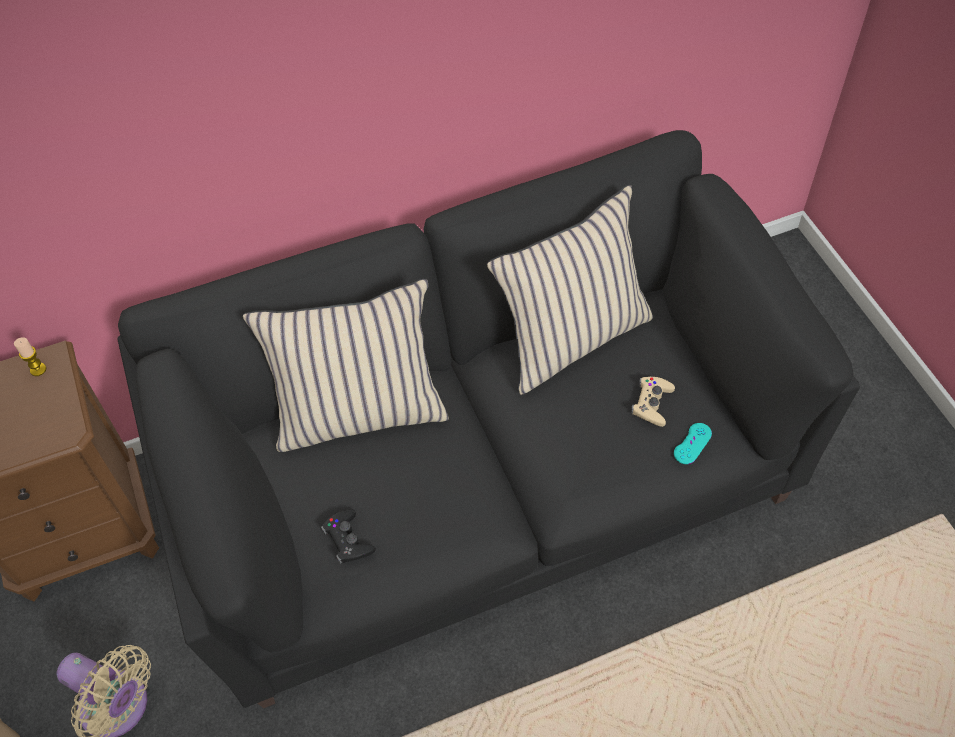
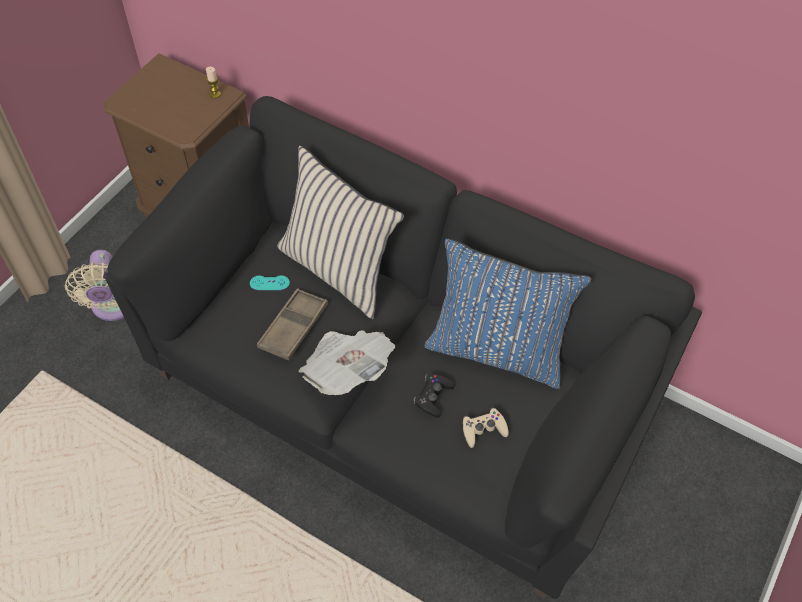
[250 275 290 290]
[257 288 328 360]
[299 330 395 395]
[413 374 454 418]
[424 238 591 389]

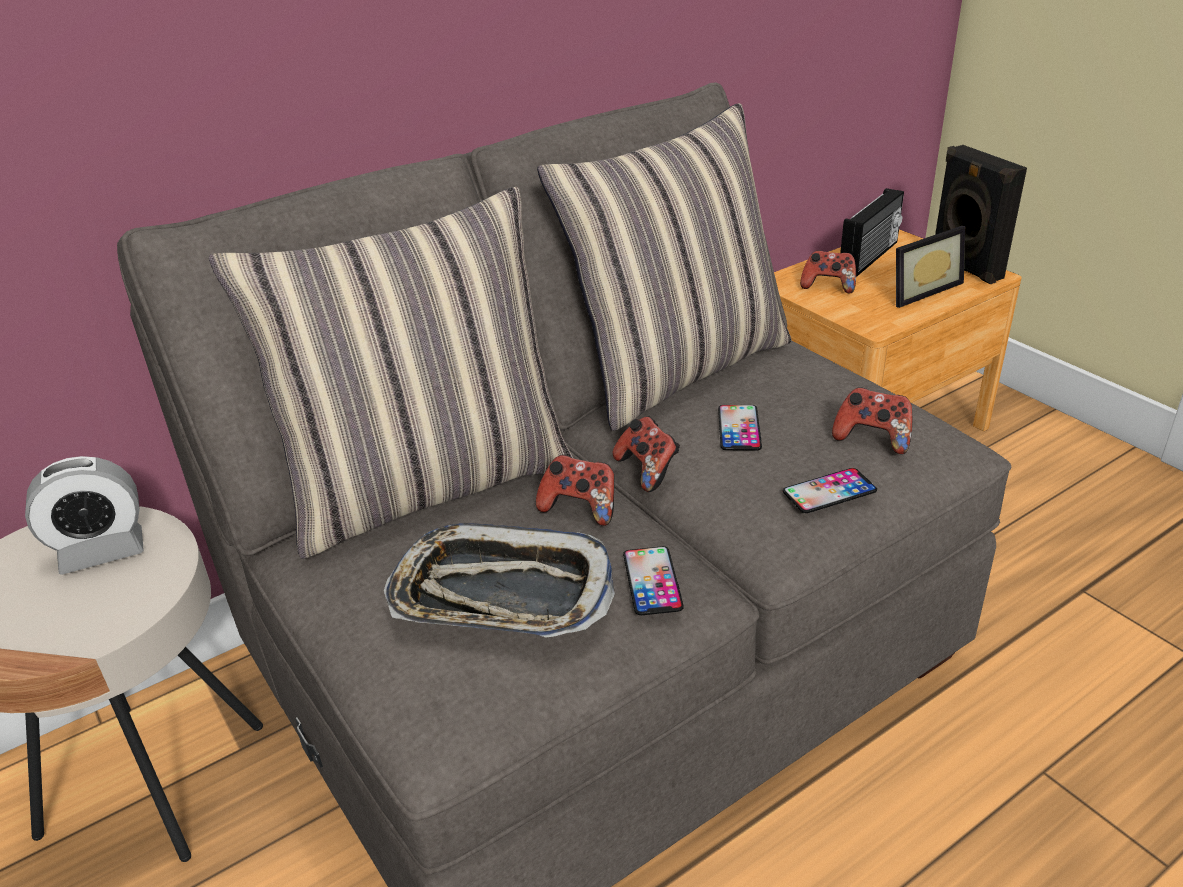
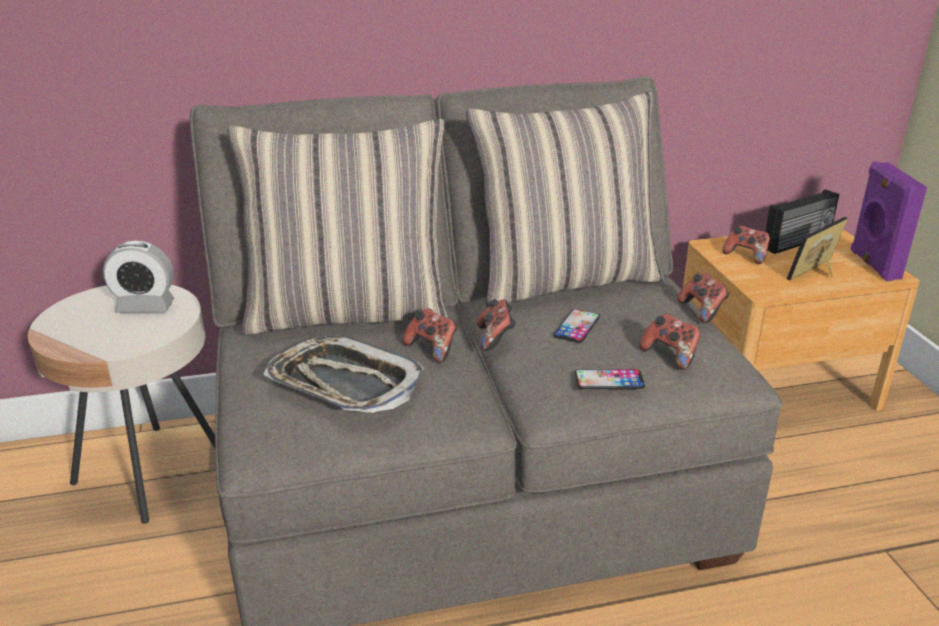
[677 273 729 323]
[787 217 848 281]
[851 161 927 281]
[623 546 684 615] (first image)

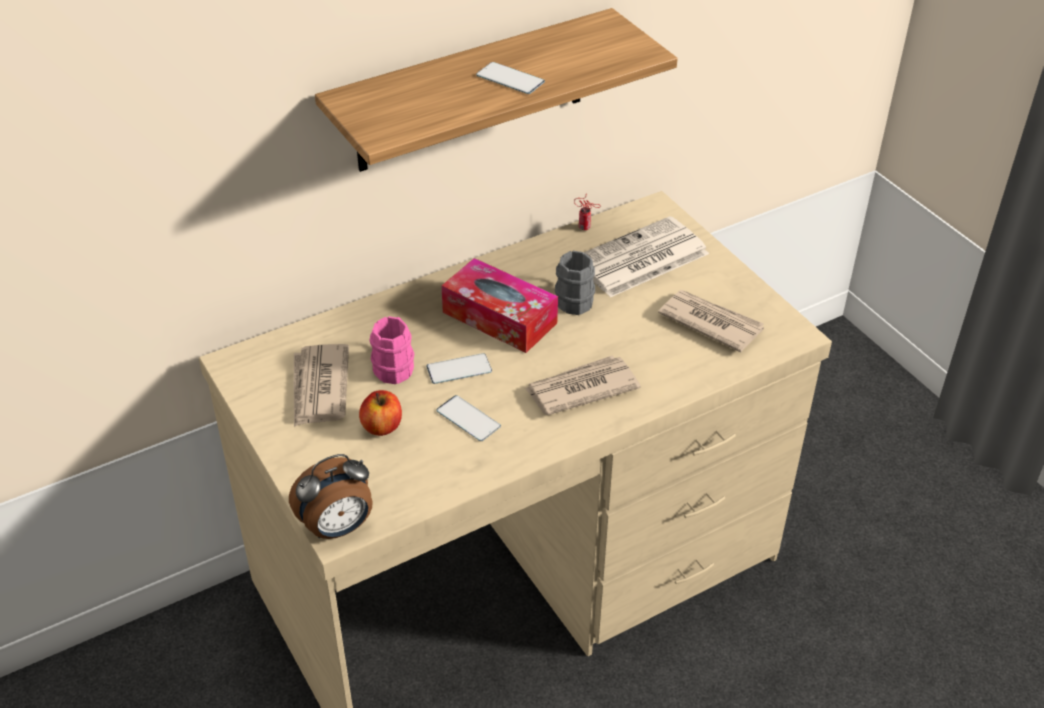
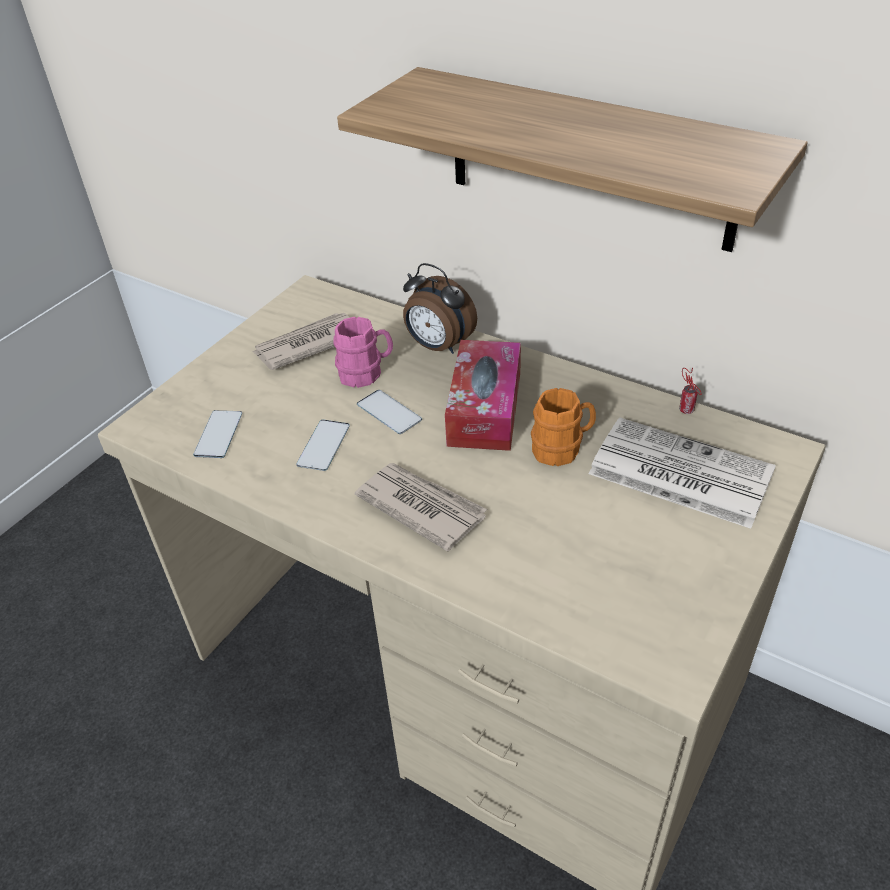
[193 410 242 458]
[403 263 477 354]
[531 388 596 466]
[359 390 402 436] (first image)
[658 290 764 352] (first image)

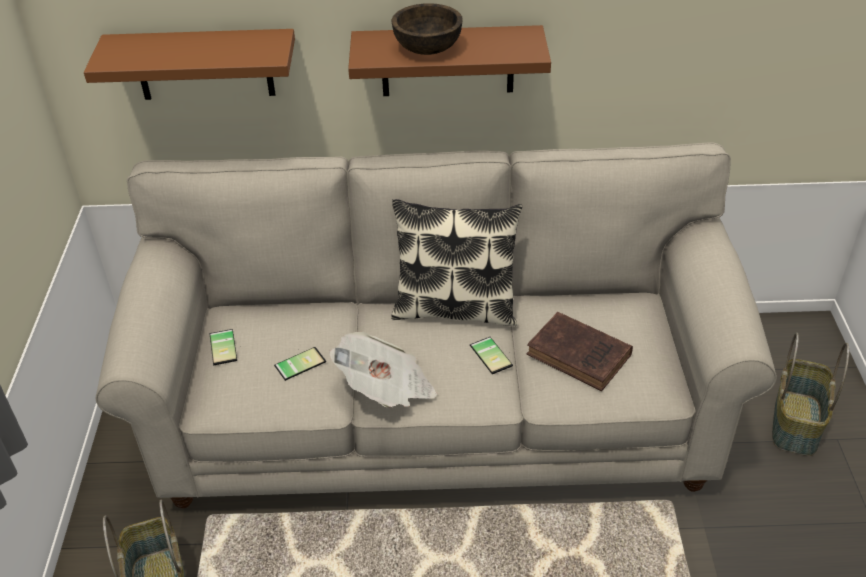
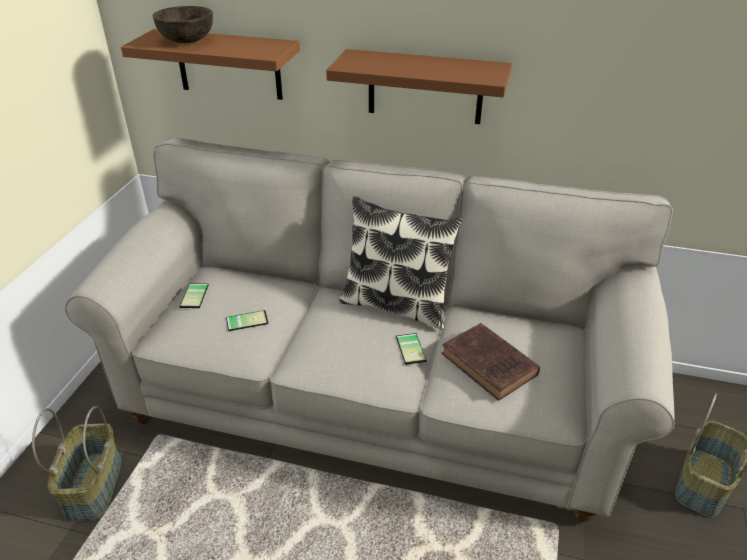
[153 6 213 43]
[329 332 437 408] (first image)

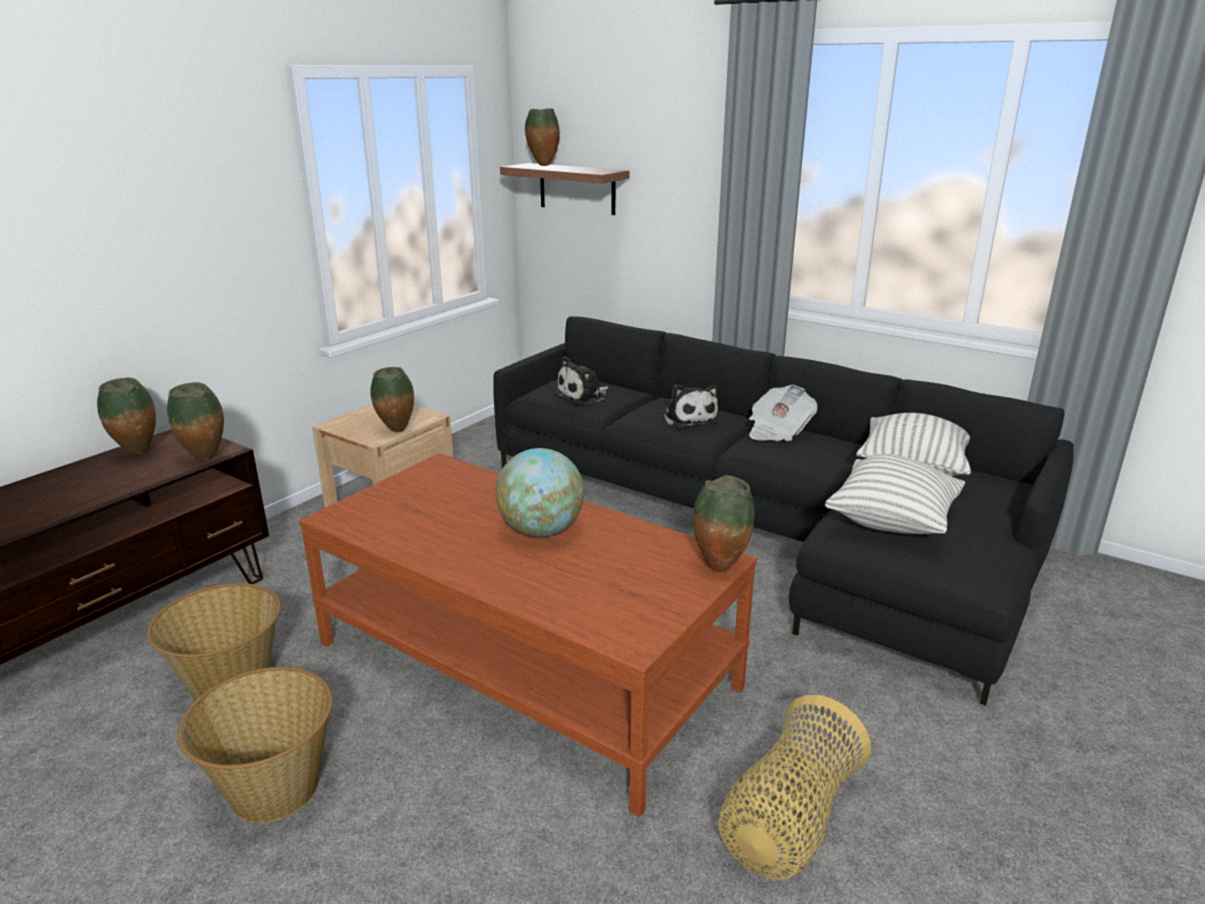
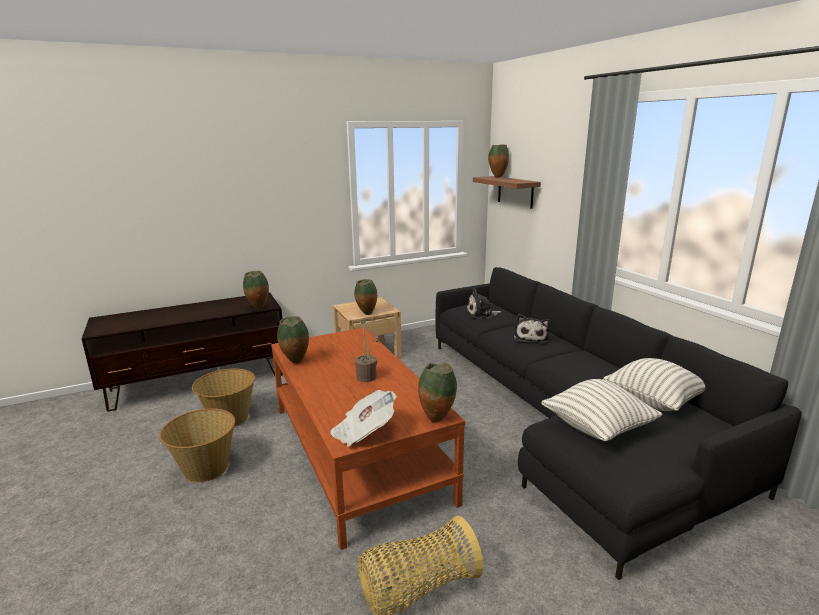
[277 316 309 364]
[330 390 397 446]
[354 321 378 382]

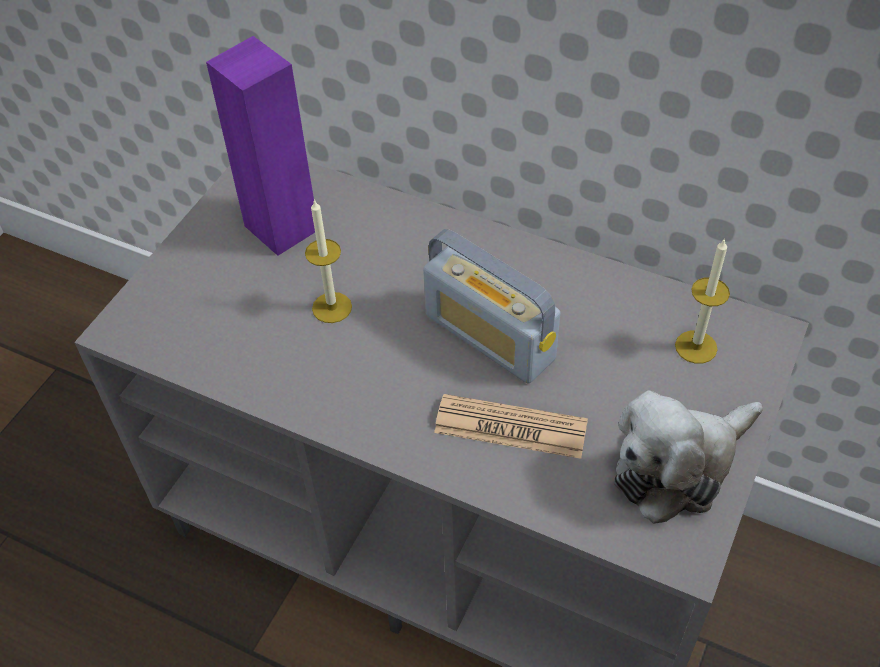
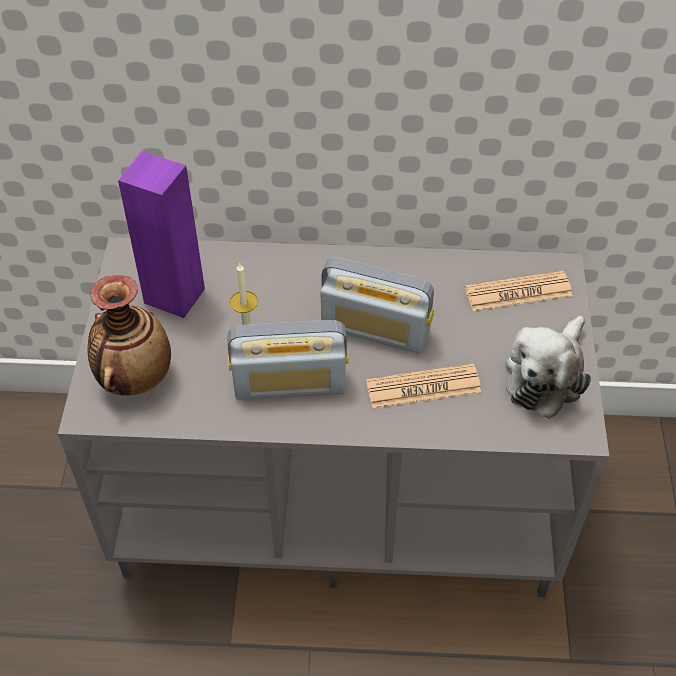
[88 275 171 396]
[228 320 349 400]
[465 271 572 311]

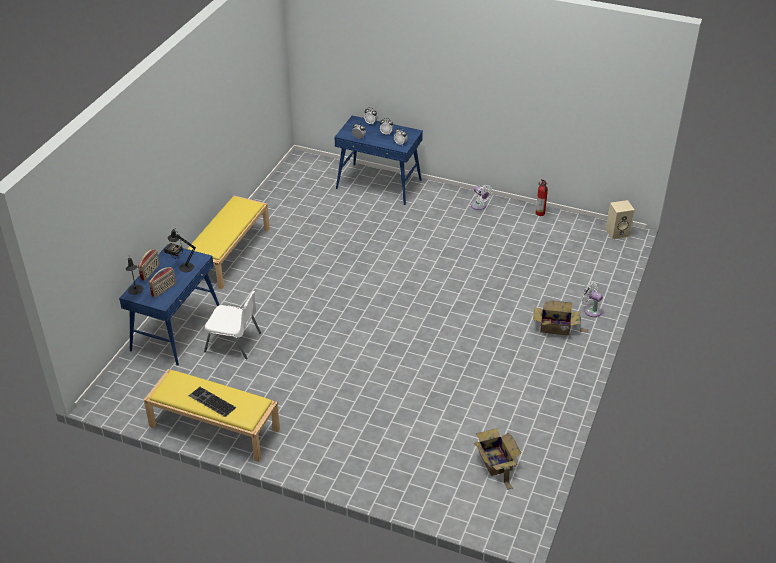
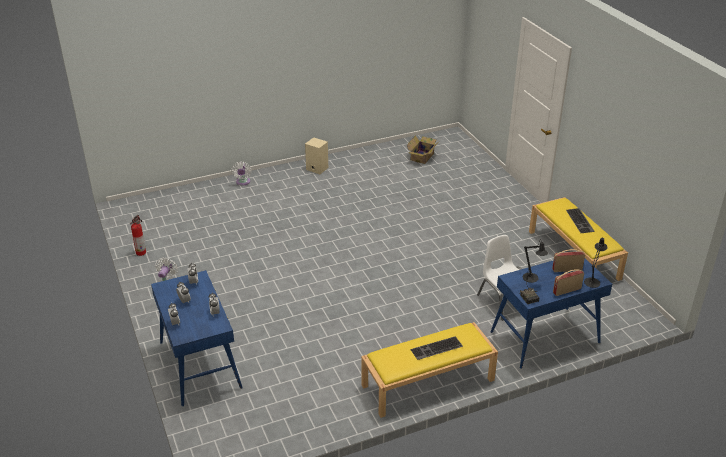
[305 137 328 174]
[410 336 463 360]
[533 300 588 336] (first image)

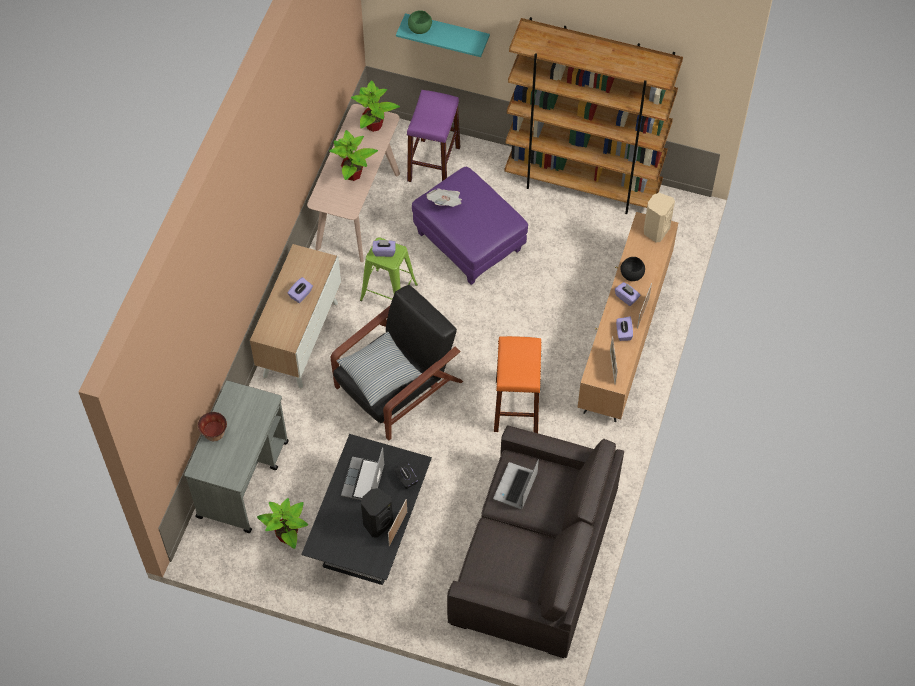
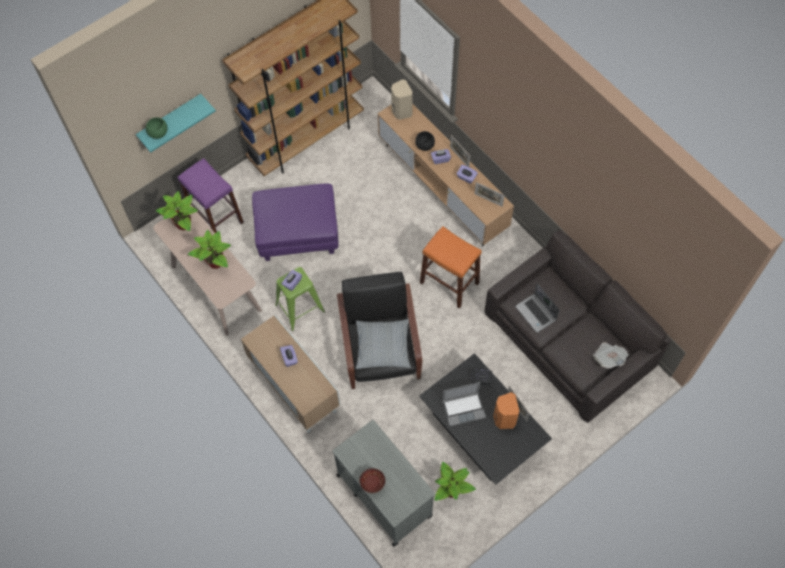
[442 382 486 426]
[493 392 520 429]
[593 342 629 368]

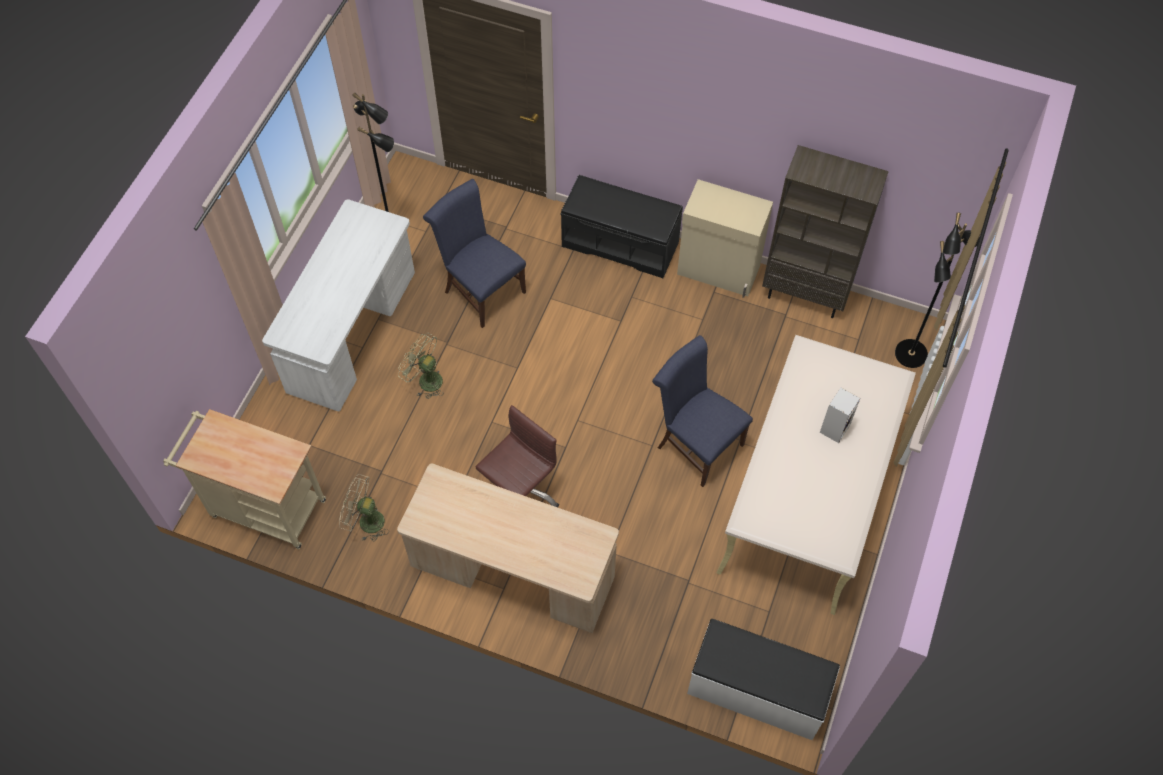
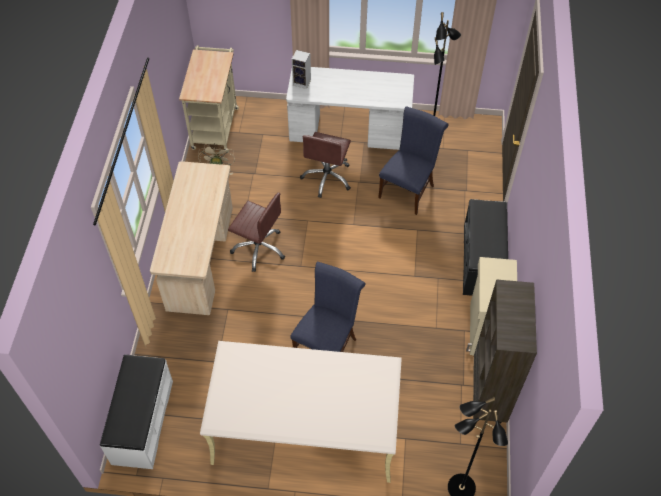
[292 50 311 89]
[300 132 351 198]

